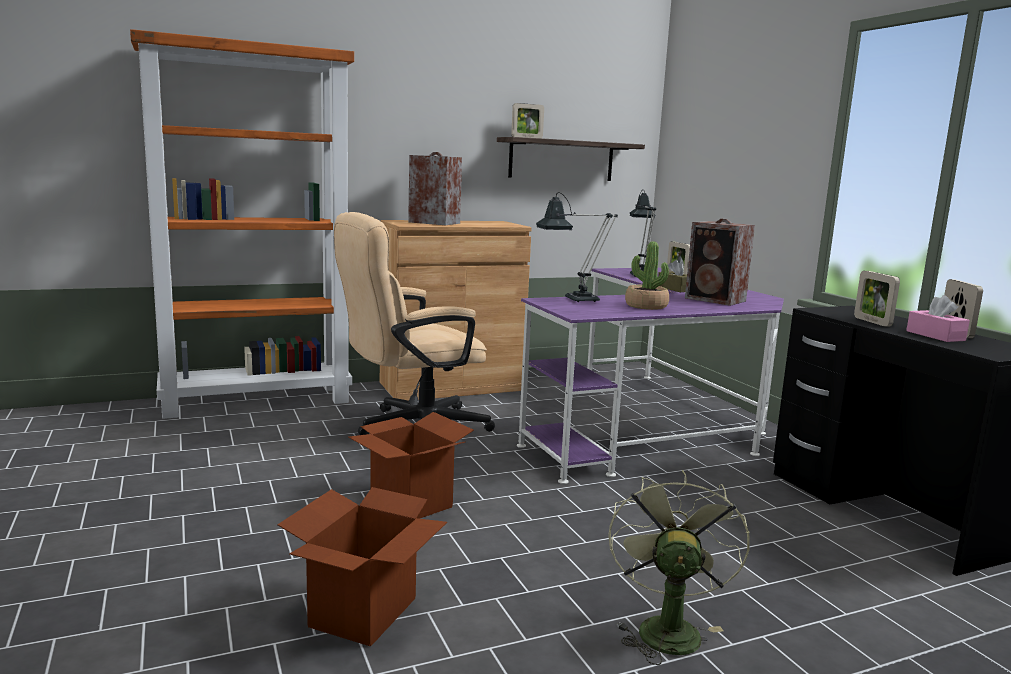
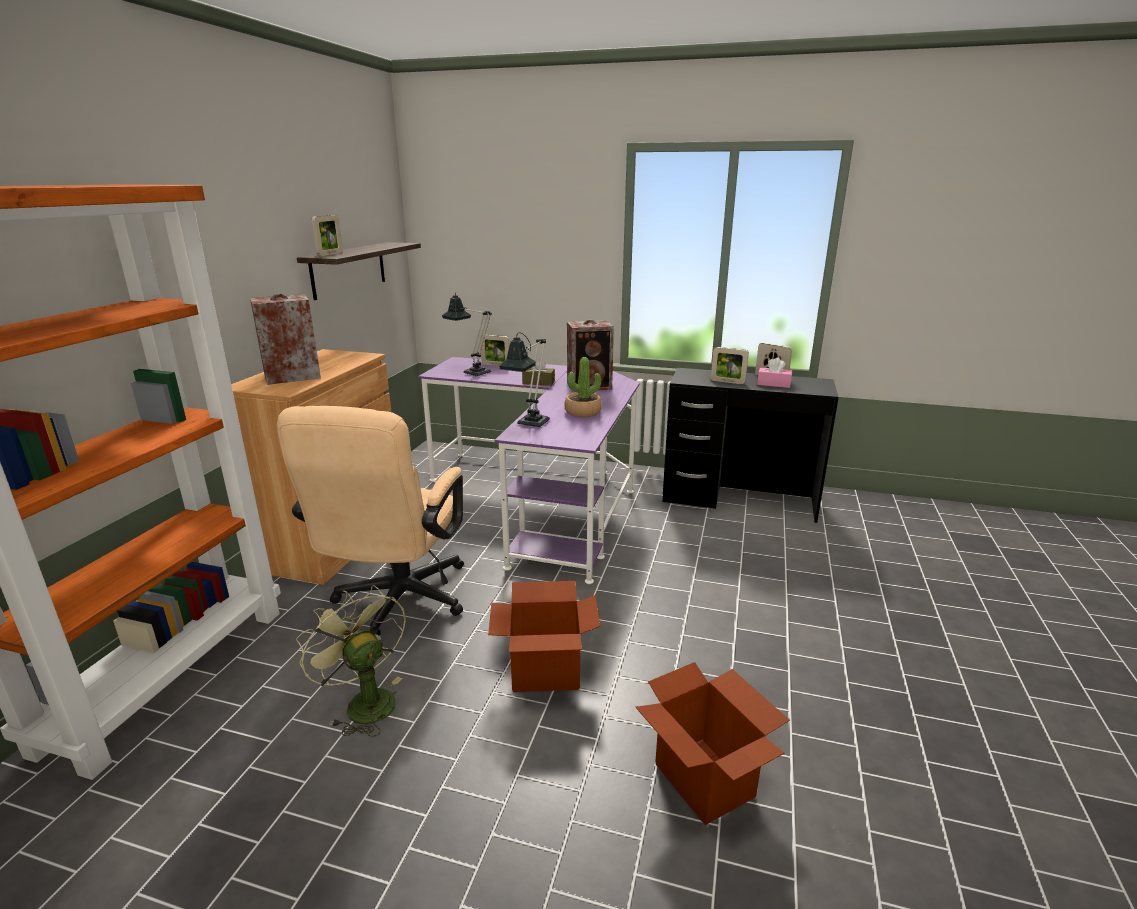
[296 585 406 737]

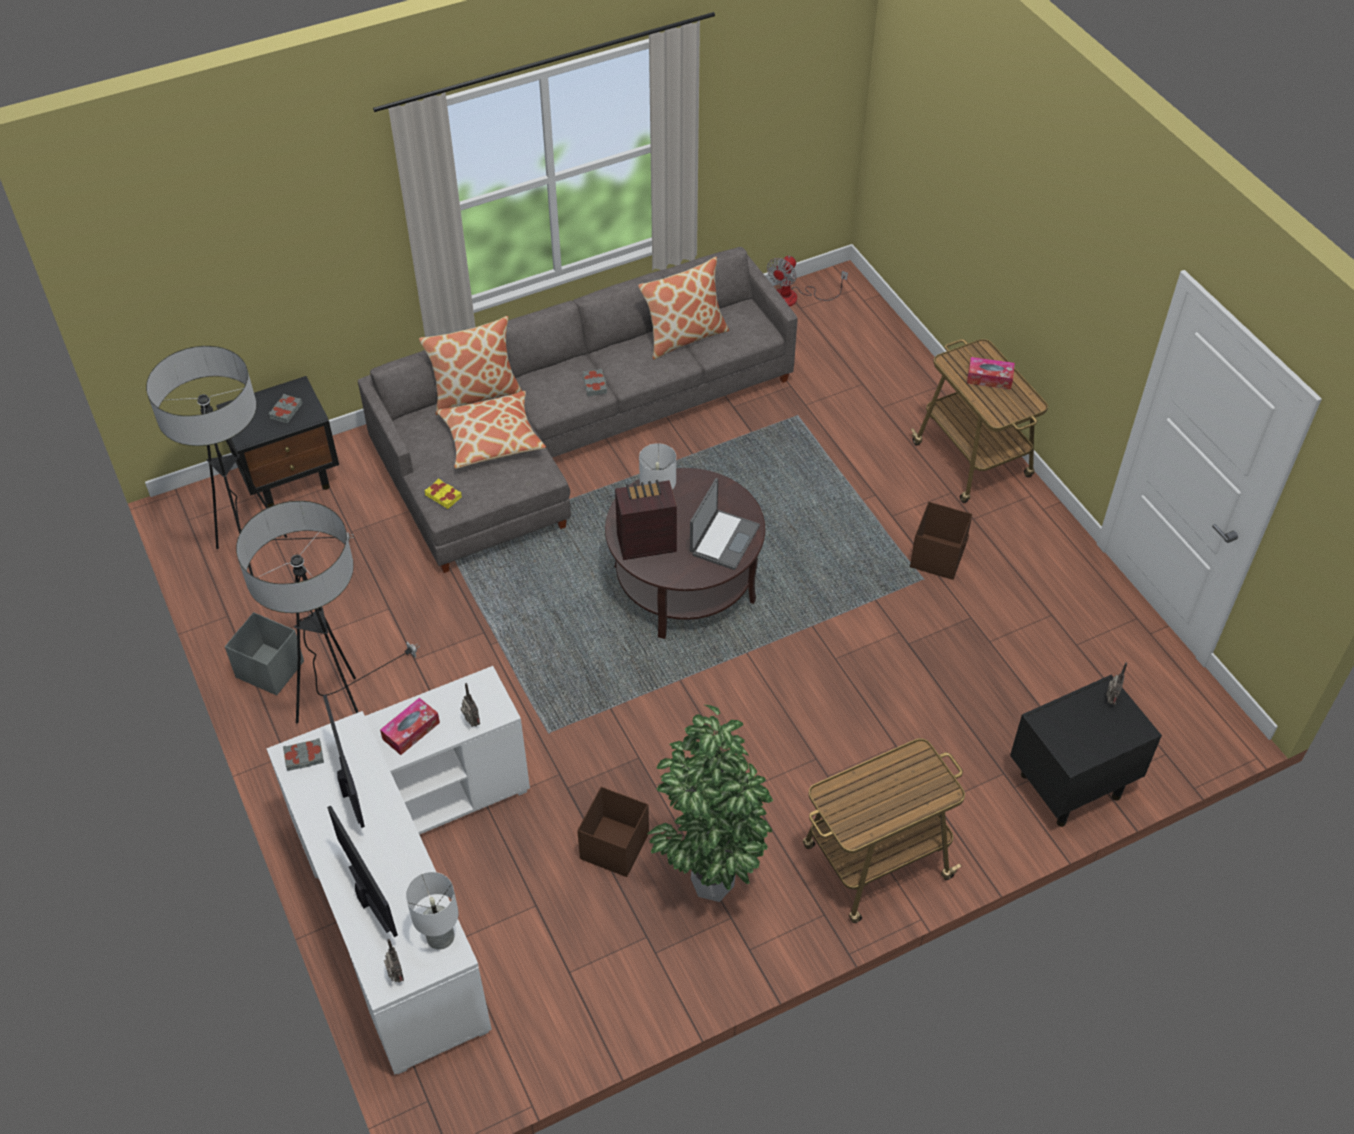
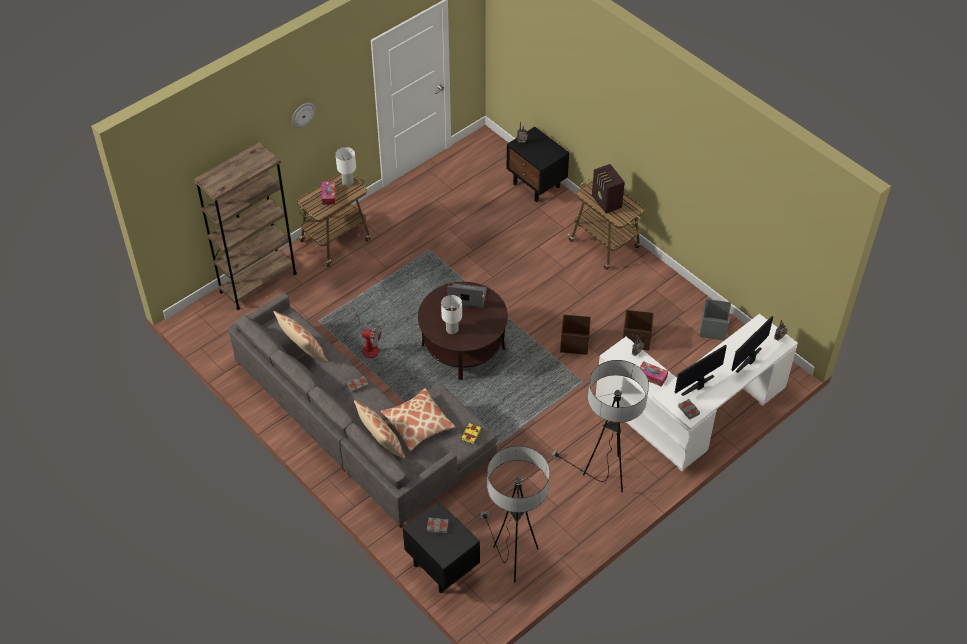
[193 142 297 310]
[292 103 316 128]
[335 147 356 186]
[354 311 381 358]
[560 315 591 355]
[592 164 625 214]
[699 299 731 341]
[647 704 773 902] (first image)

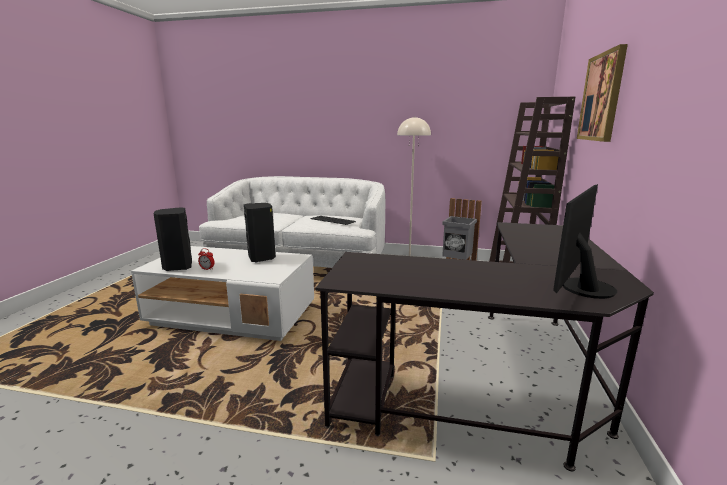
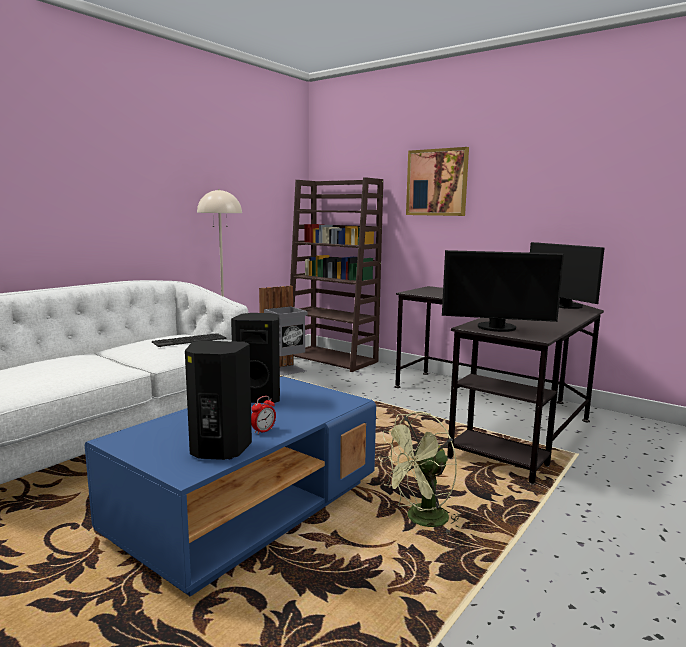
[85 376 376 596]
[378 411 459 533]
[442 250 564 332]

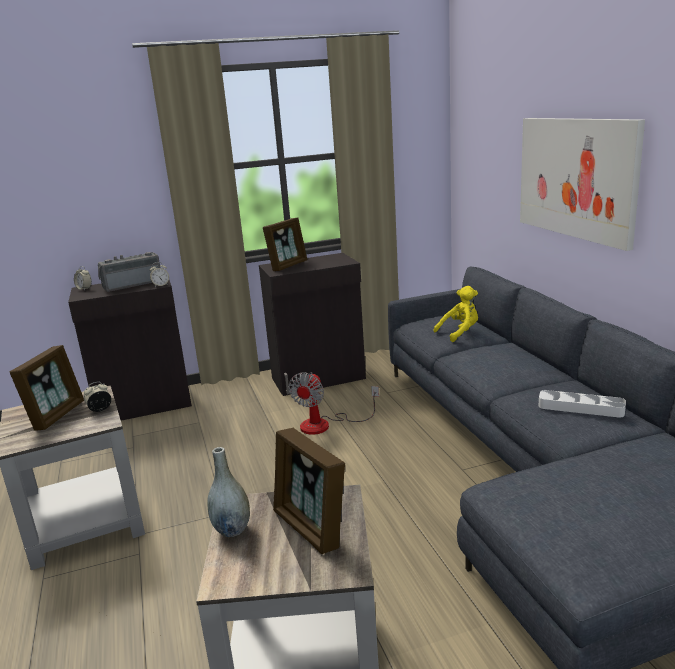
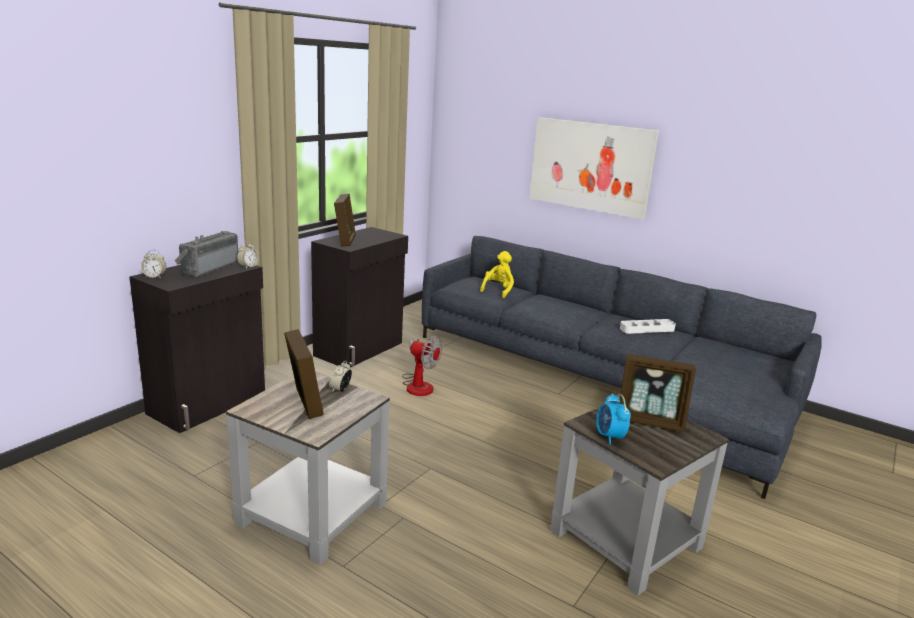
[402 336 442 396]
[596 394 631 445]

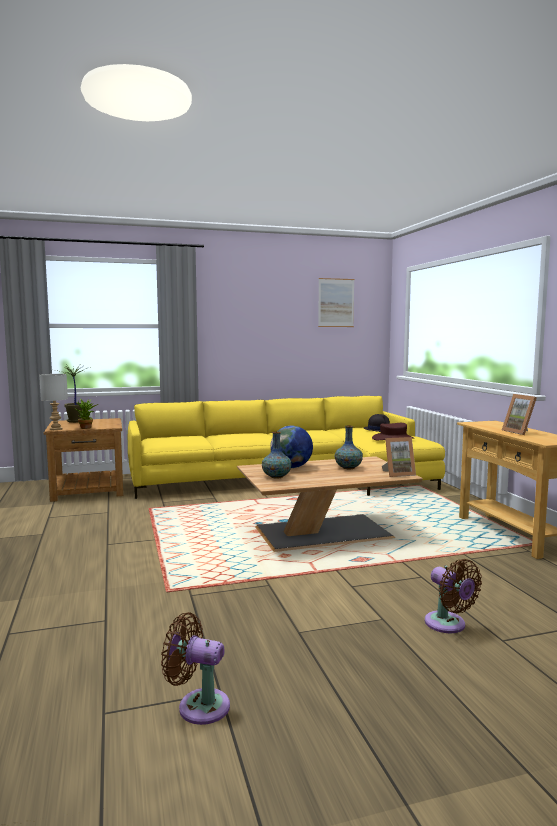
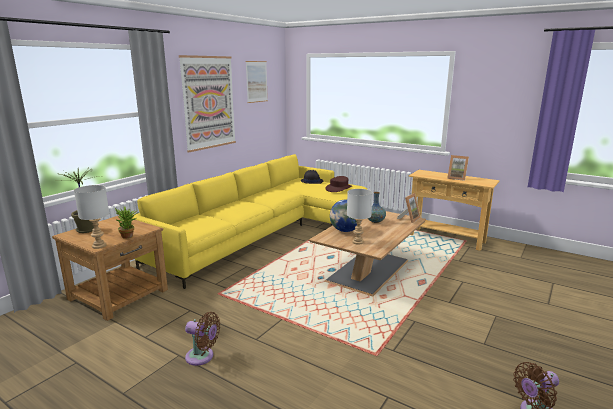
[179 55 236 152]
[185 312 220 366]
[347 189 373 244]

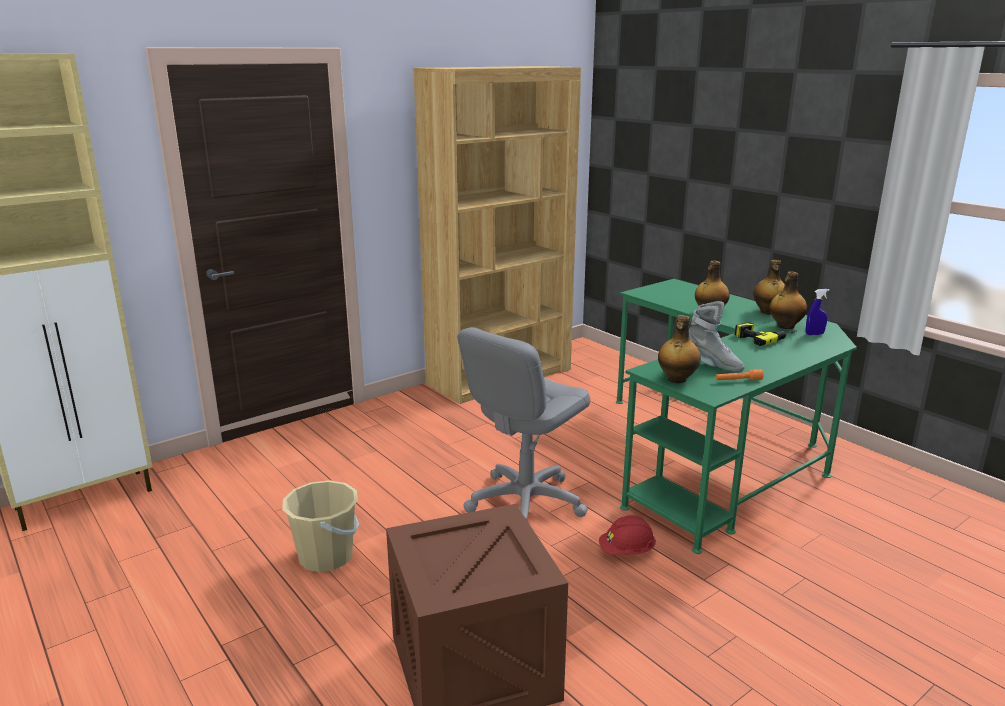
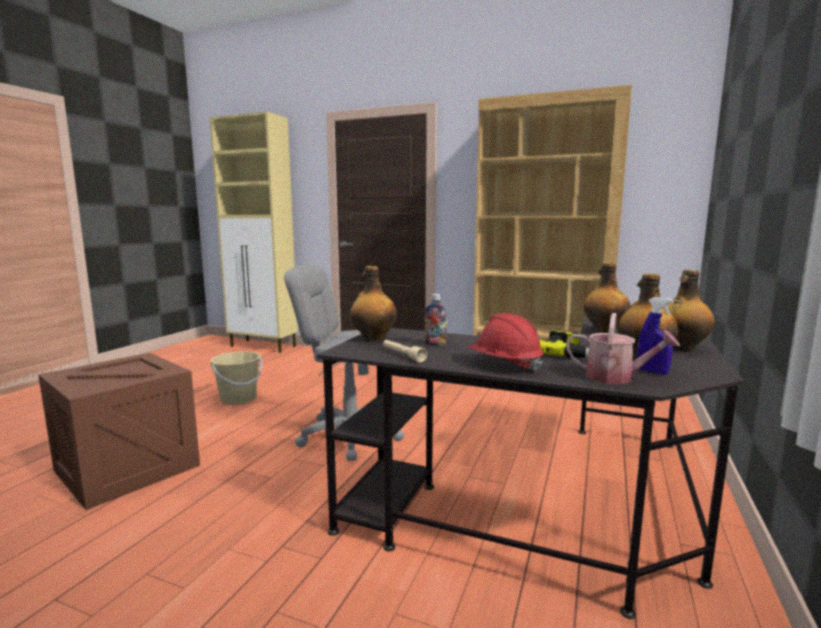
[317 314 744 619]
[383 340 427 362]
[425 294 447 346]
[469 313 544 372]
[566 313 680 384]

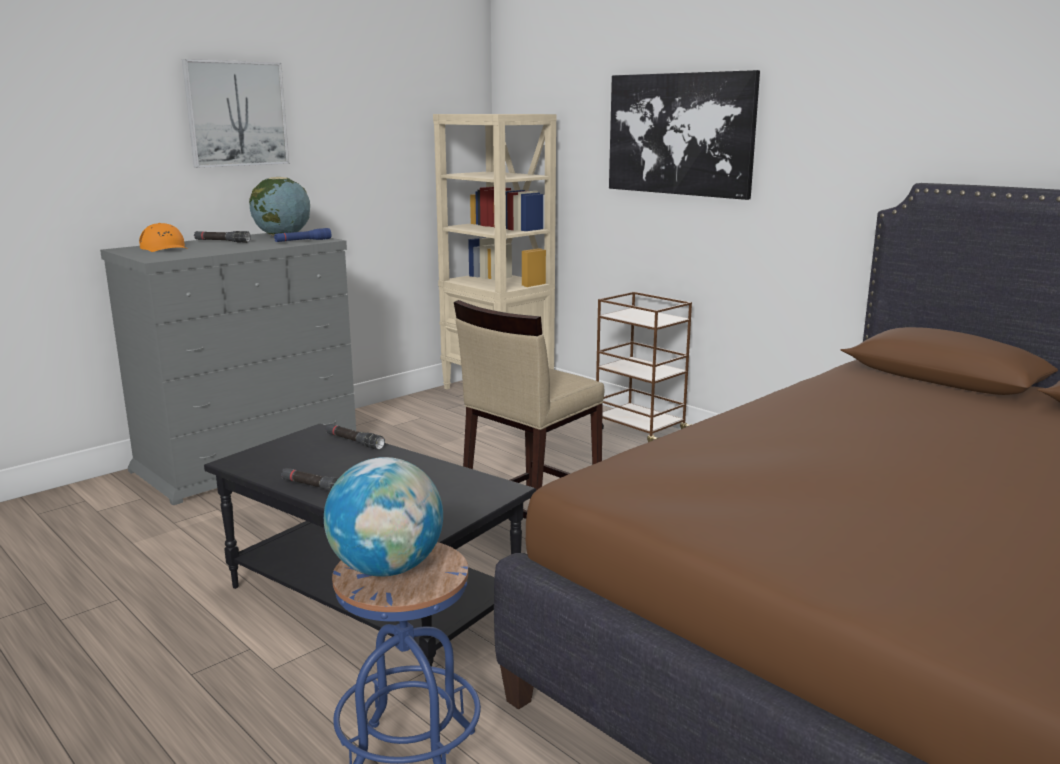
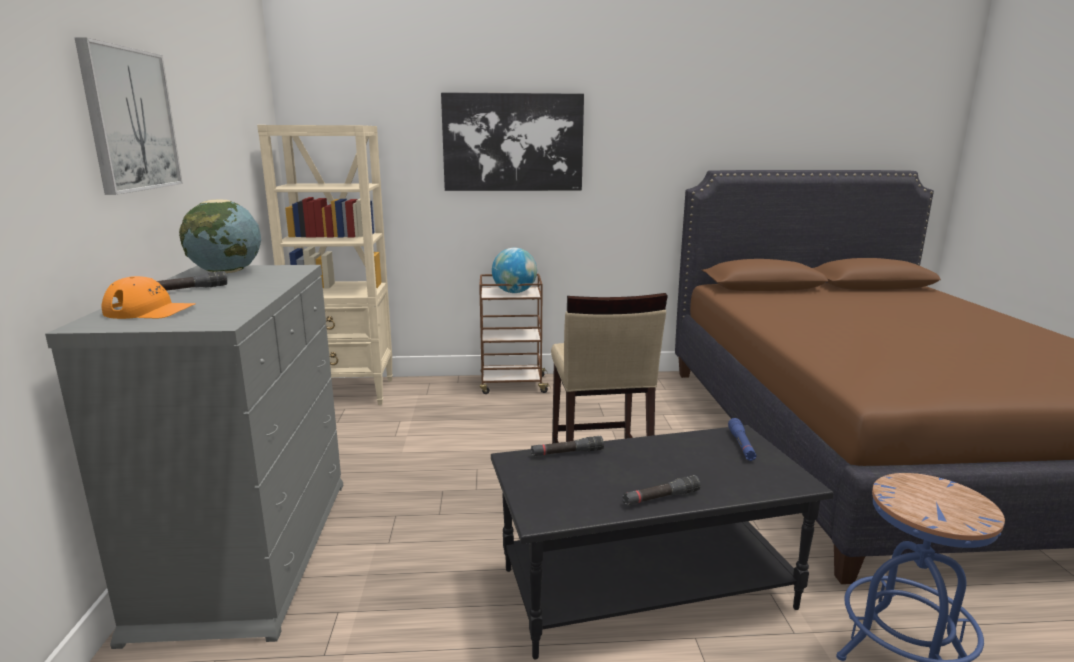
[492 248 537 293]
[728 418 756 461]

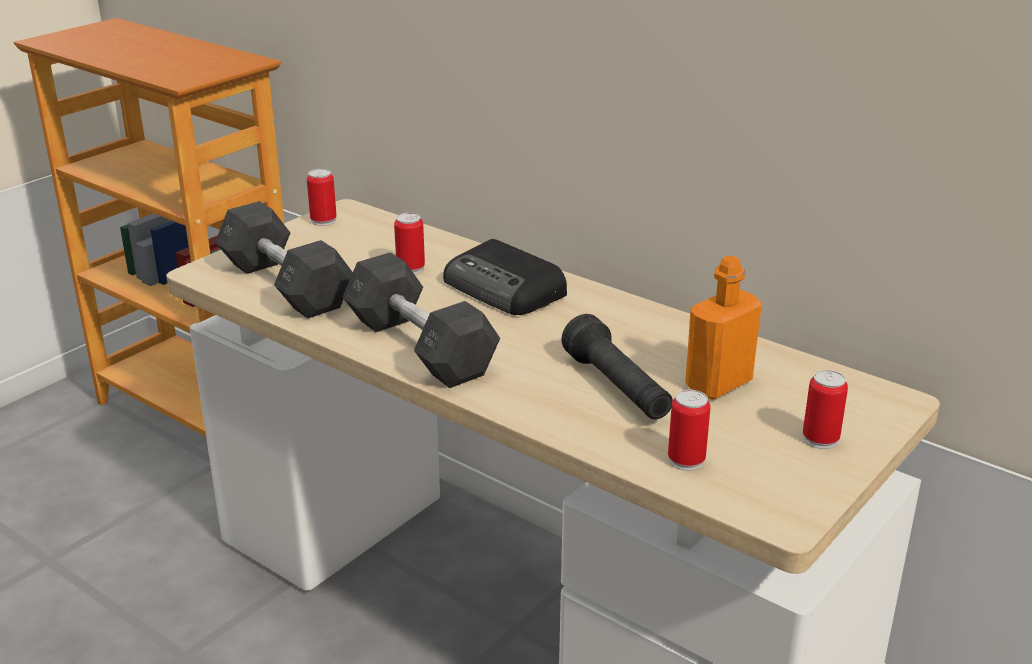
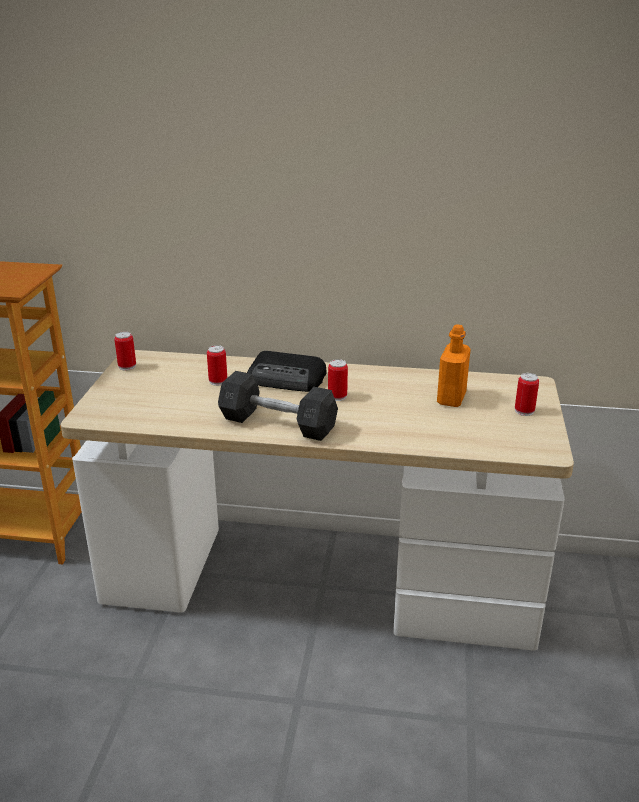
[328 359 348 401]
[215 201 353 319] (first image)
[561 314 673 419] (first image)

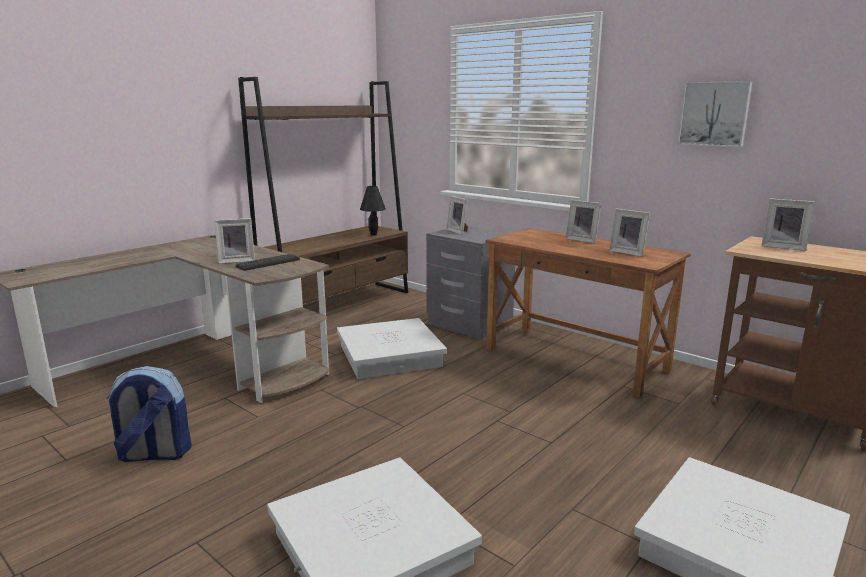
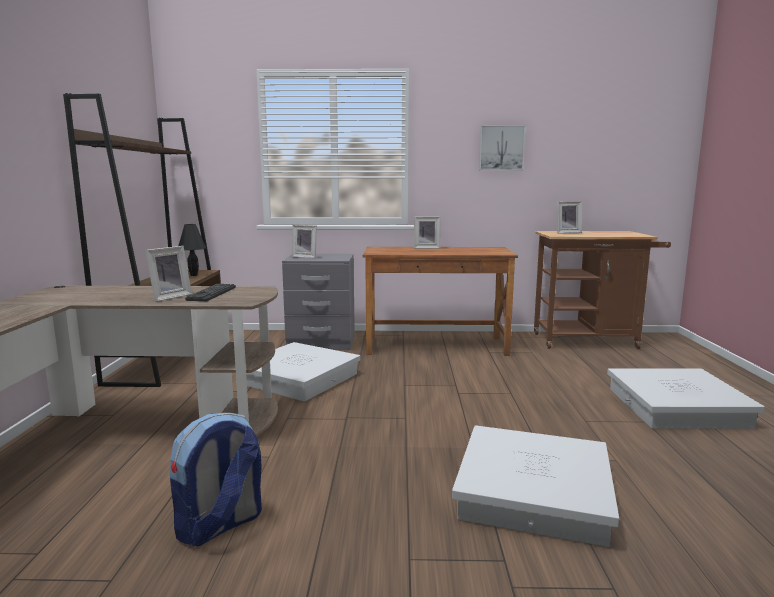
[609 209 650 257] (first image)

